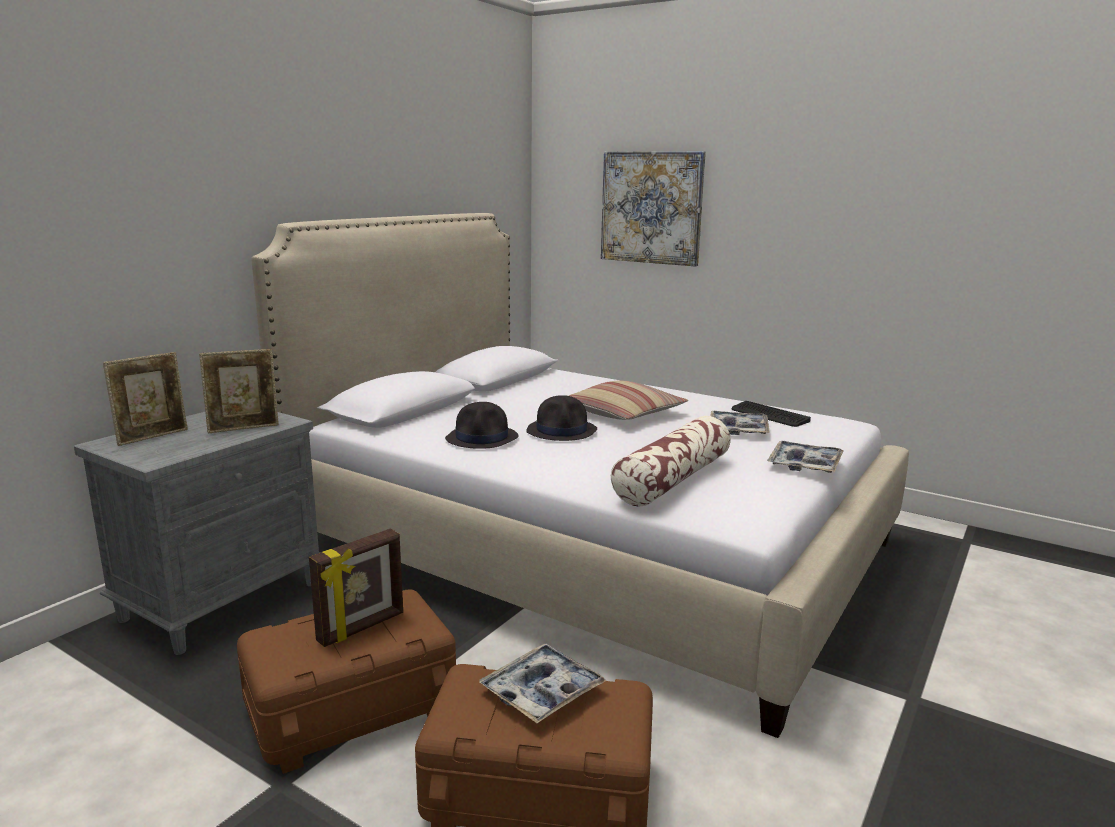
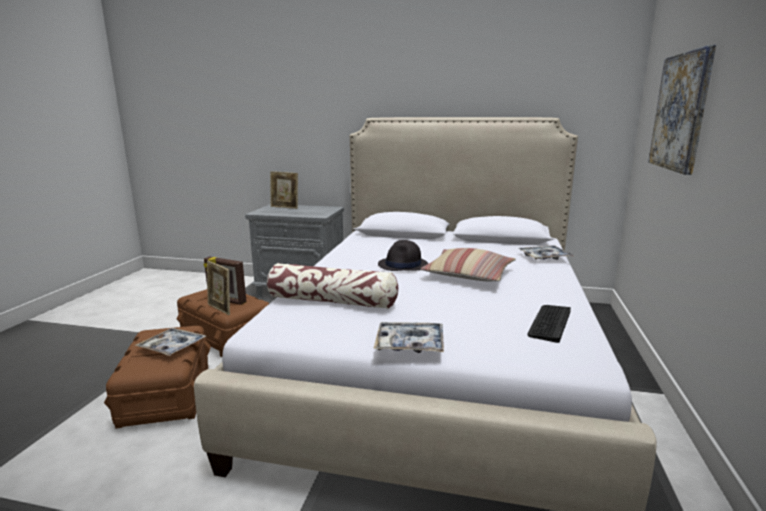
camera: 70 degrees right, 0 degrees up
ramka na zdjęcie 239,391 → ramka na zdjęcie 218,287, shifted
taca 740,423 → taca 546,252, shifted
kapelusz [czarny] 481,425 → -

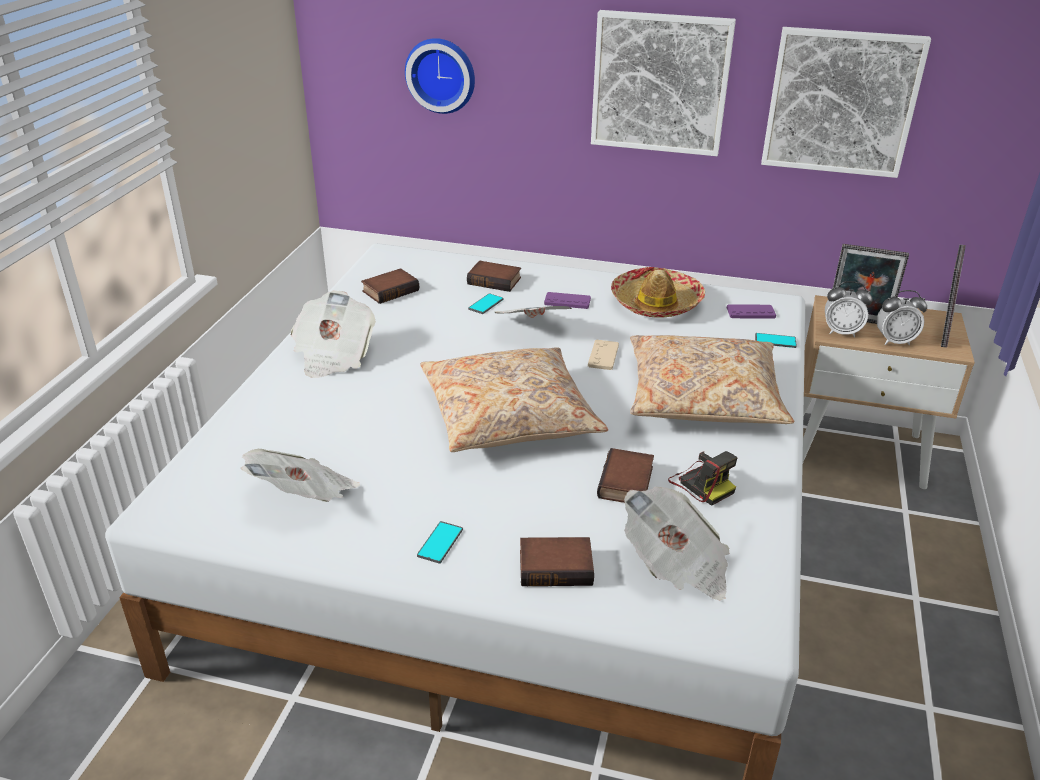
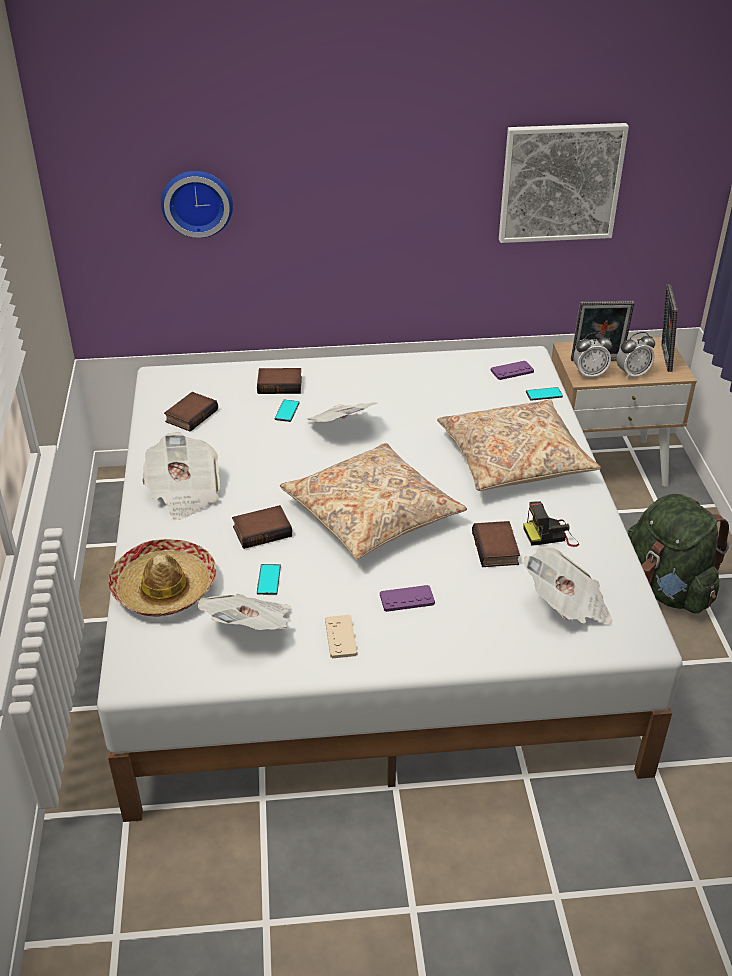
camera: 20 degrees left, 5 degrees up
kapelusz 658,292 → kapelusz 162,578, shifted
książka 557,562 → książka 262,527, shifted
telefon 440,542 → telefon 269,579, shifted
pad do gier [beżowy] 603,355 → pad do gier [beżowy] 341,636, shifted
pad do gier [fioletowy] 567,300 → pad do gier [fioletowy] 407,598, shifted
aparat fotograficzny 703,478 → aparat fotograficzny 551,524, 135 degrees clockwise
- → plecak [zielony] 678,554
obraz 663,83 → -

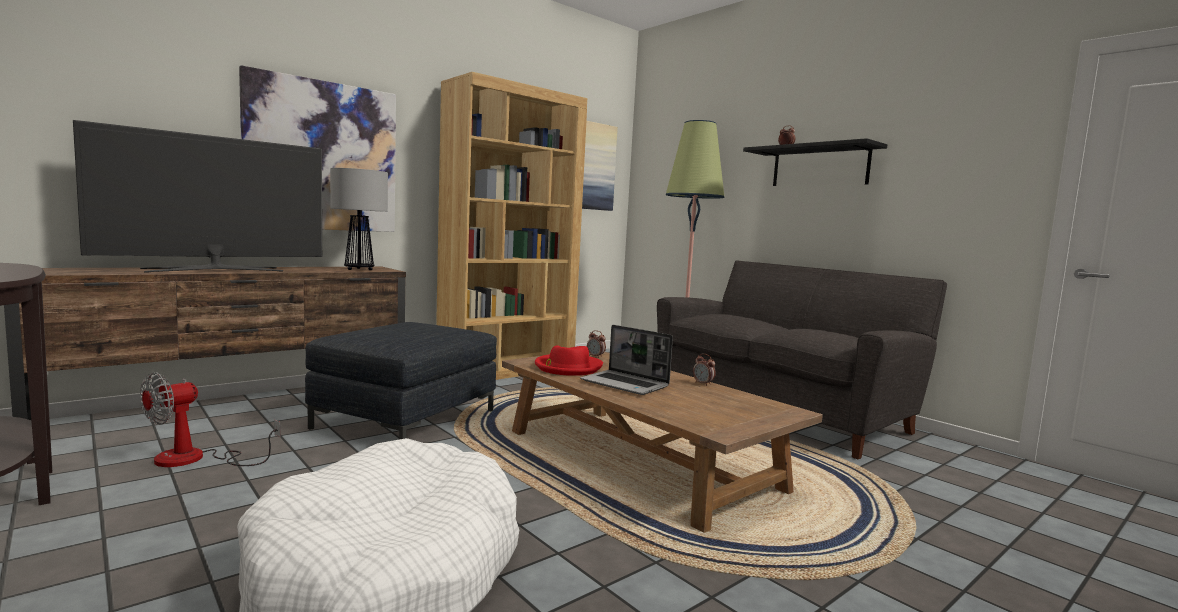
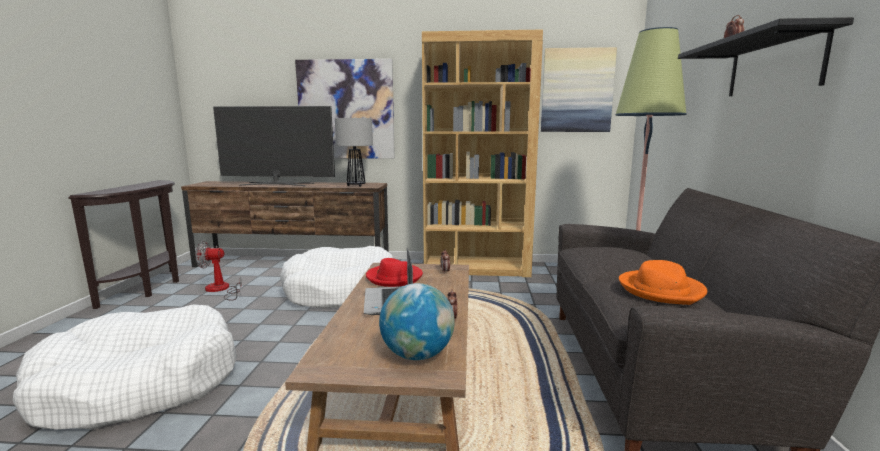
camera: 45 degrees right, 5 degrees up
pufa [szary] 401,380 → legowisko [biały] 336,277
- → globus 417,321
- → kapelusz [pomarańczowy] 663,282

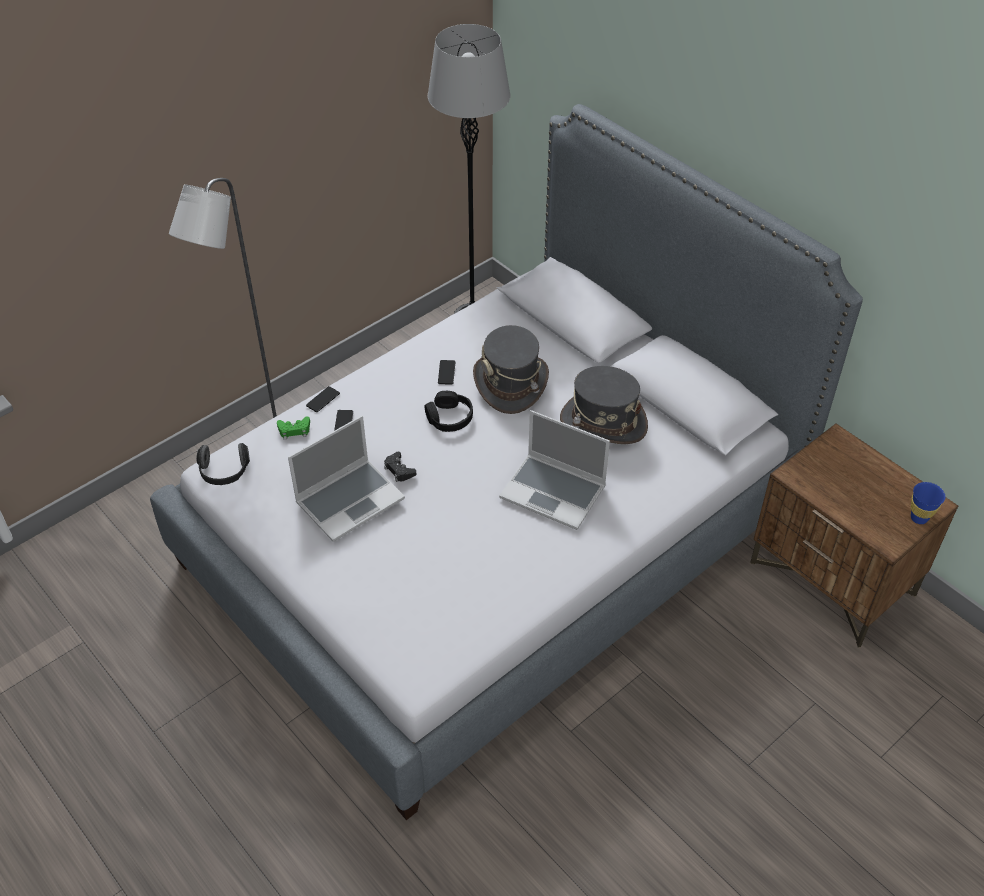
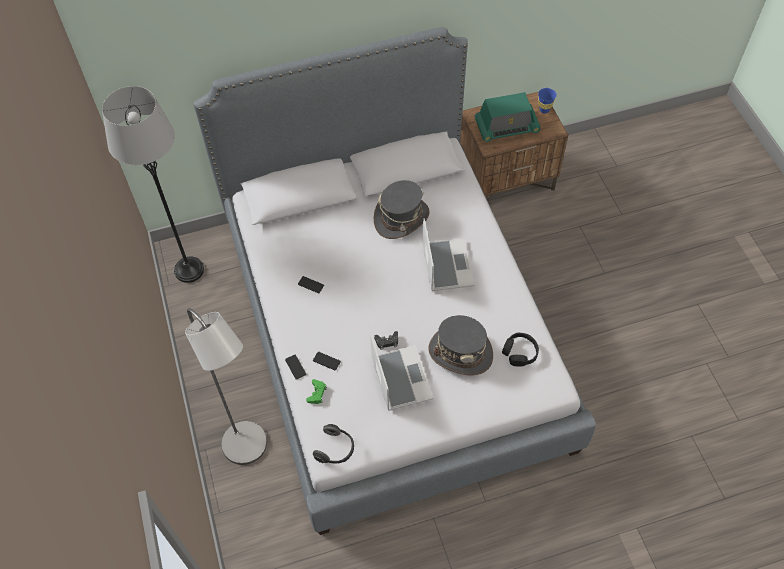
camera: 65 degrees left, 10 degrees up
laptop 554,470 → laptop 448,254, 60 degrees counterclockwise
kapelusz [szary] 511,369 → kapelusz [szary] 460,345, shifted
- → radio 507,117
słuchawki [czarny] 449,411 → słuchawki [czarny] 520,350, shifted

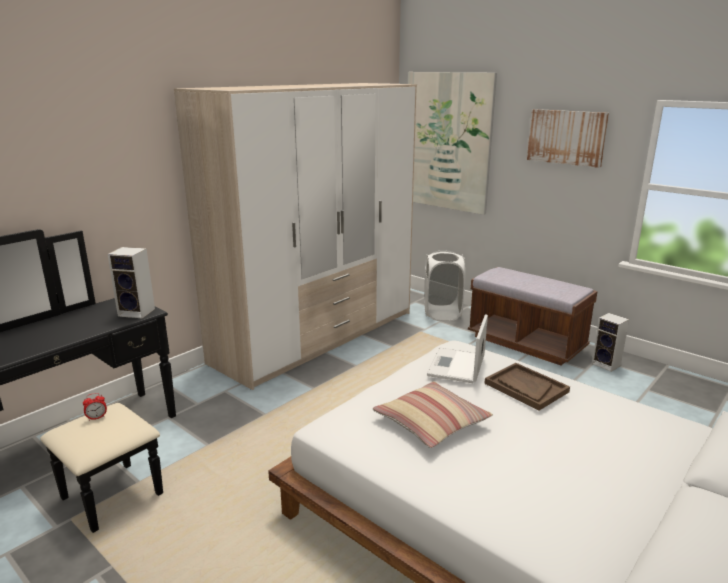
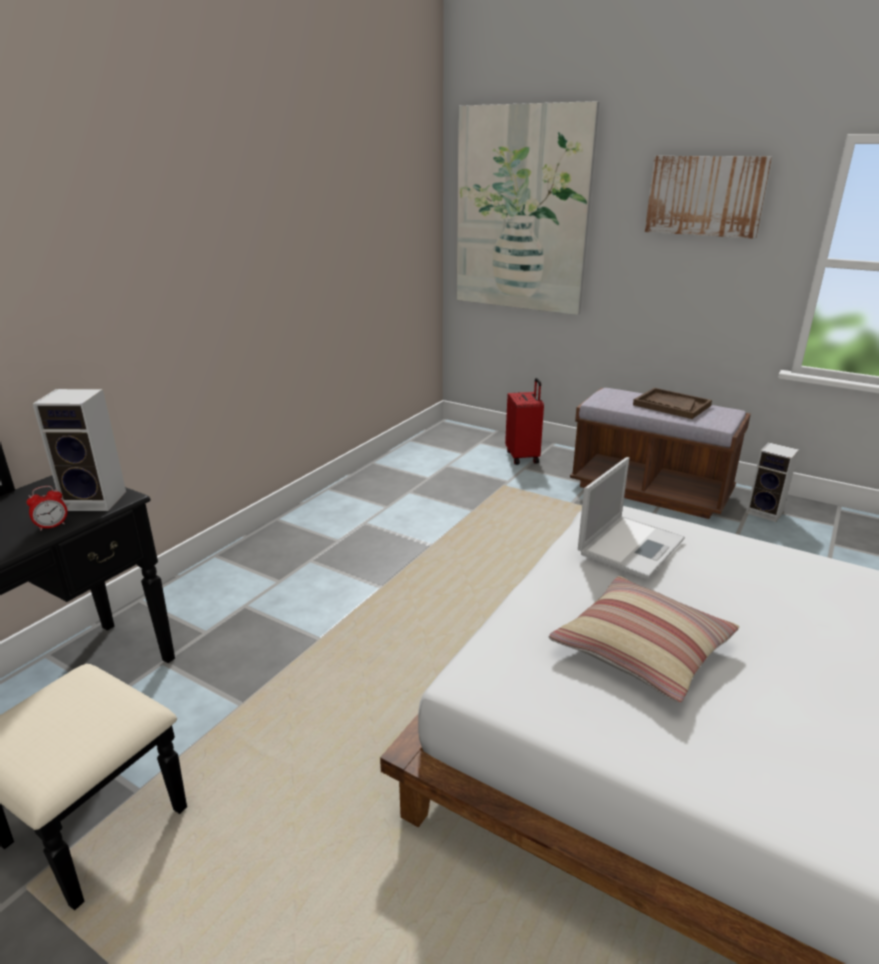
camera: 10 degrees left, 5 degrees up
budzik 95,407 → budzik 46,508, shifted
kosz na pranie [biały] 444,285 → walizka [czerwony] 524,421
laptop 457,348 → laptop 631,518, 150 degrees counterclockwise
taca [brązowy] 527,387 → taca [brązowy] 672,403, shifted
szafa 295,236 → -

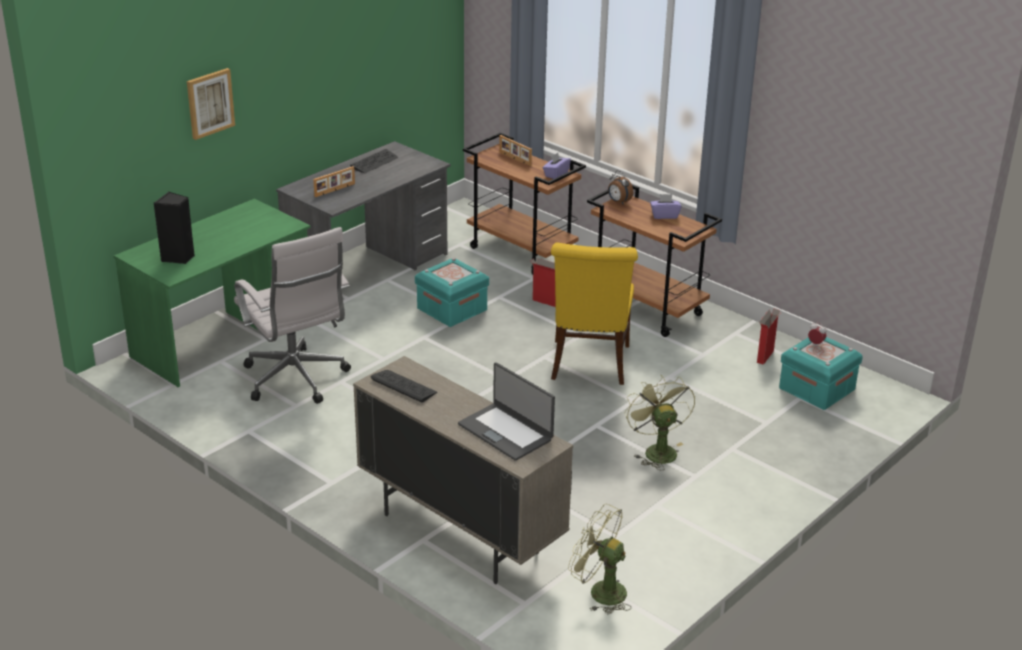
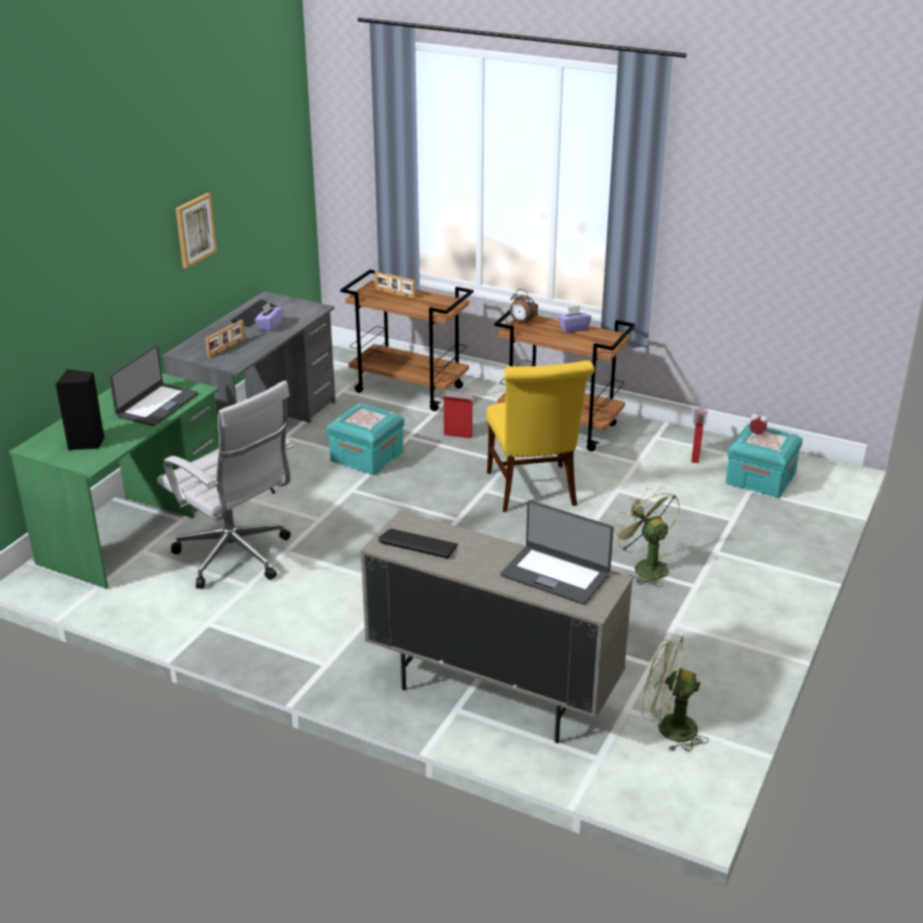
camera: 15 degrees left, 0 degrees up
- → laptop 153,385
obraz 211,104 → obraz 196,231, shifted
pudełko chusteczek [fioletowy] 557,166 → pudełko chusteczek [fioletowy] 269,317, shifted

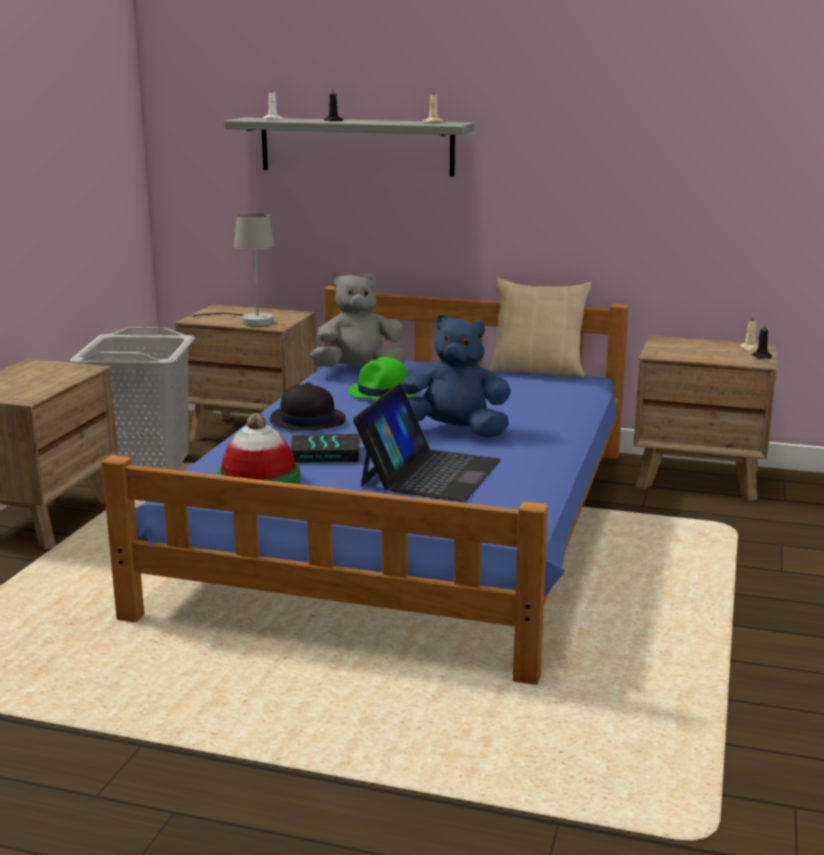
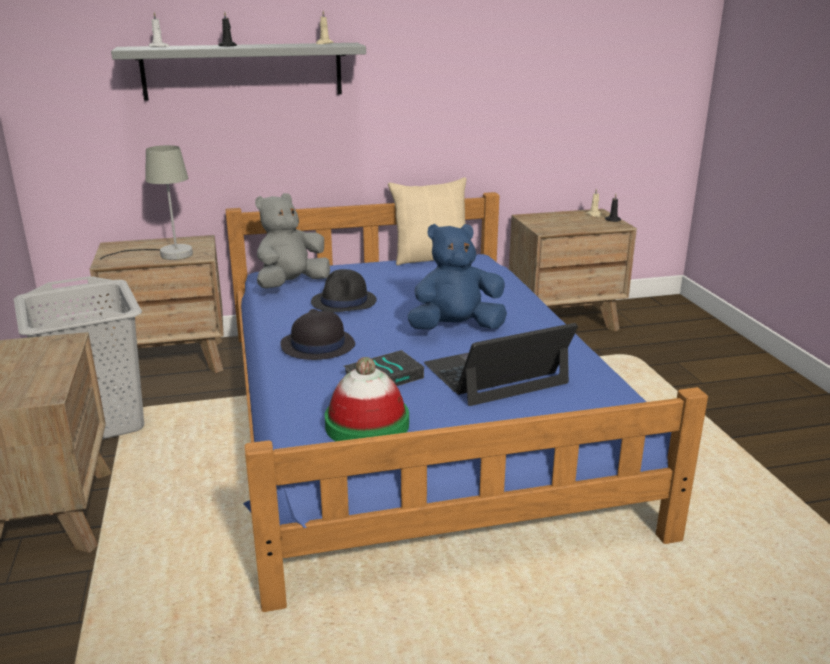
camera: 30 degrees left, 5 degrees up
kapelusz [zielony] 383,378 → kapelusz [czarny] 344,290
laptop 427,443 → laptop 501,364, 105 degrees counterclockwise

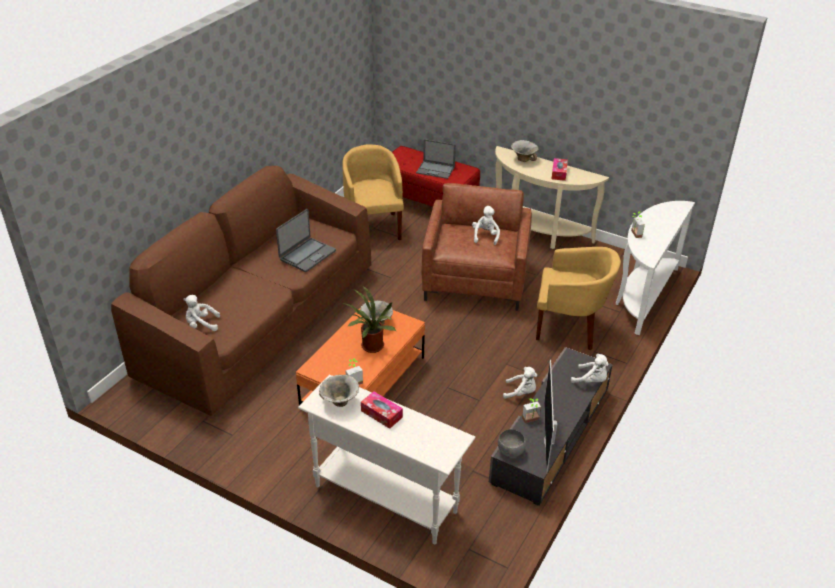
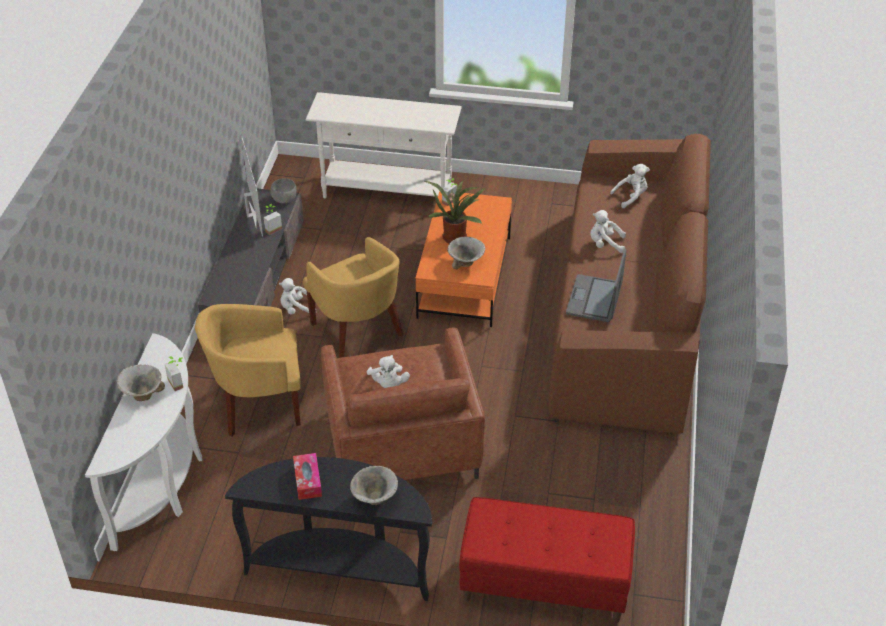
camera: 160 degrees right, 5 degrees up
miska 339,391 → miska 141,383, shifted
stolik konsolowy [beżowy] 552,197 → stolik konsolowy [czarny] 328,529
fotel [żółty] 373,192 → fotel [żółty] 353,297, shifted
pluszak [biały] 590,368 → pluszak [biały] 608,231, shifted
pudełko chusteczek 382,410 → -
laptop 436,159 → -

